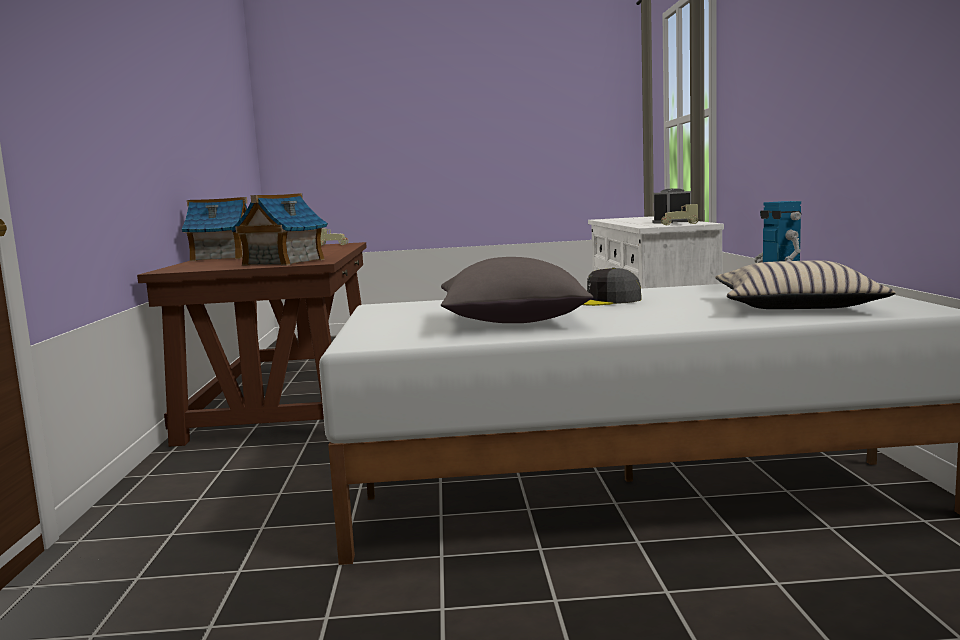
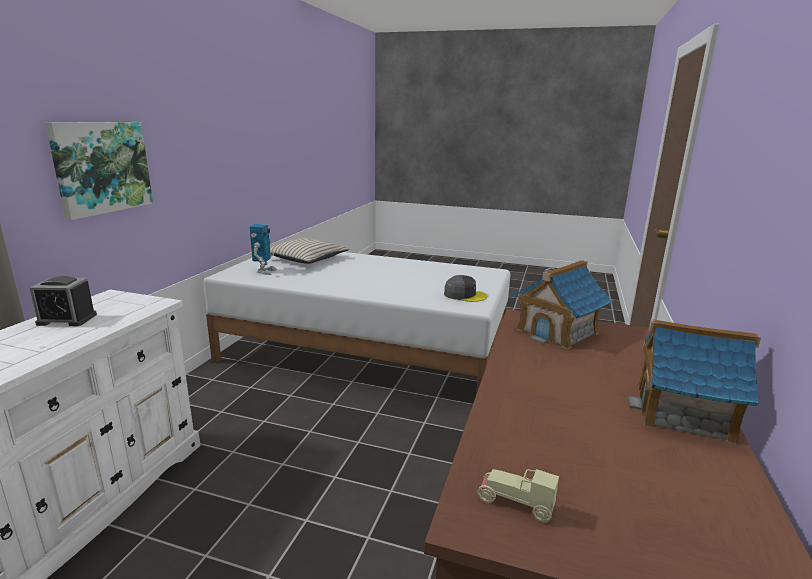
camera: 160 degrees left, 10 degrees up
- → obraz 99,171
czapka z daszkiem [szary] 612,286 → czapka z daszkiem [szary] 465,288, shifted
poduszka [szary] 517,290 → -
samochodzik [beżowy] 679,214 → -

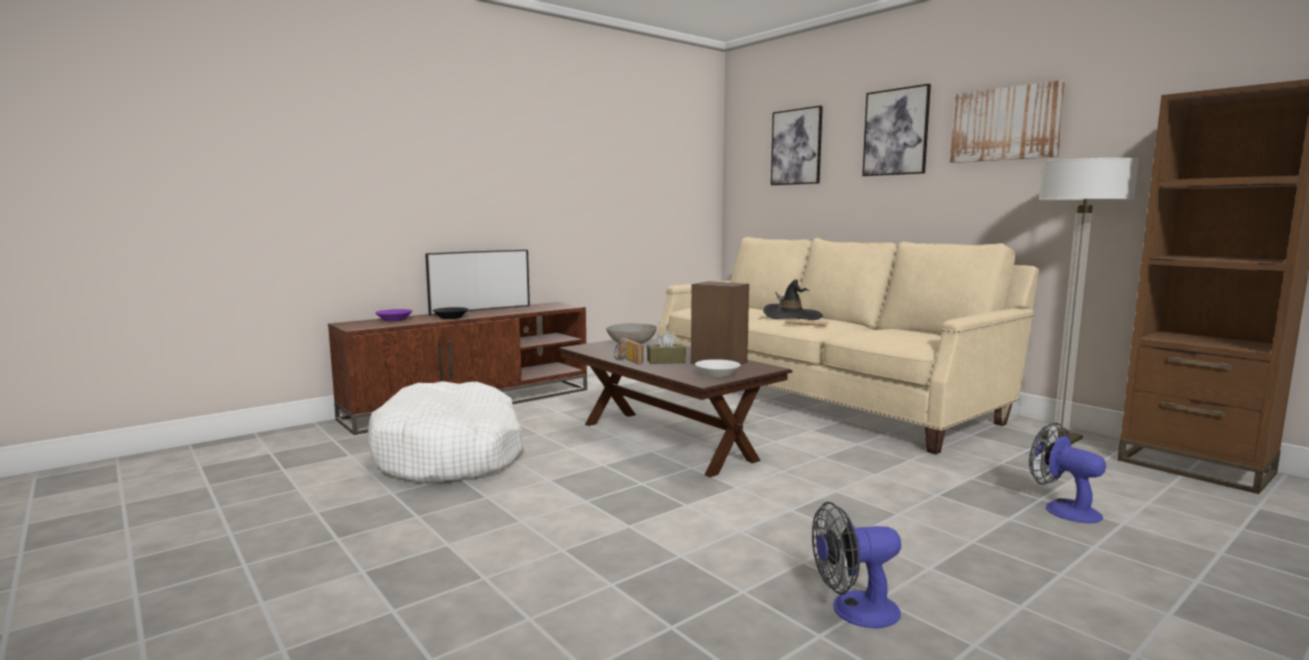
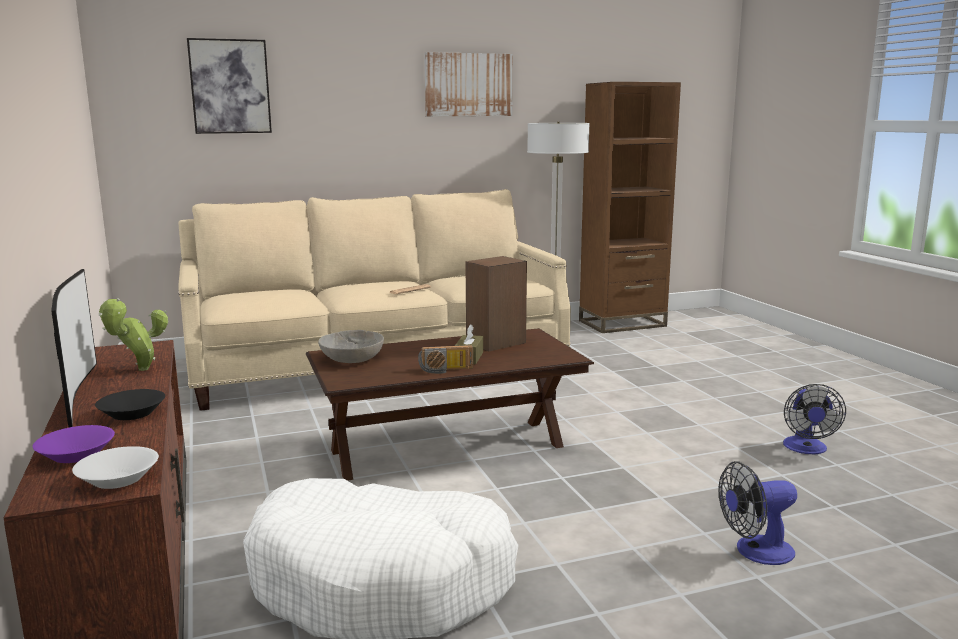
camera: 70 degrees left, 5 degrees up
miska [biały] 718,368 → miska [biały] 115,467, shifted
- → roślina doniczkowa 133,334
wentylator 1067,473 → wentylator 757,513, shifted
kapelusz [czarny] 793,299 → -
obraz 896,130 → -

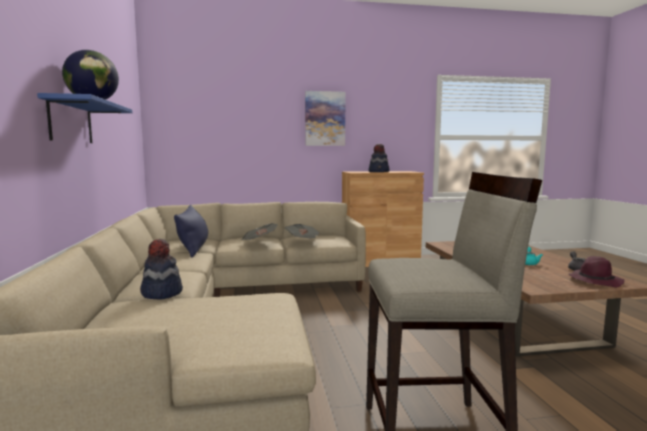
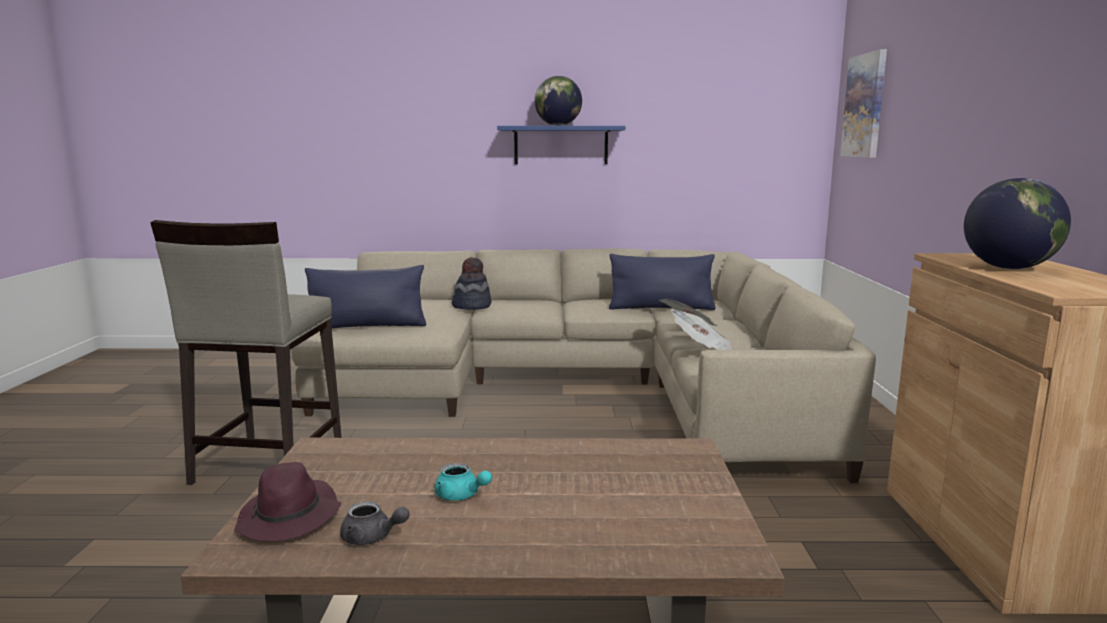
camera: 100 degrees right, 5 degrees up
- → poduszka [niebieski] 365,296
obraz 325,118 → obraz 863,103, shifted
kapelusz 379,158 → globus 1017,223

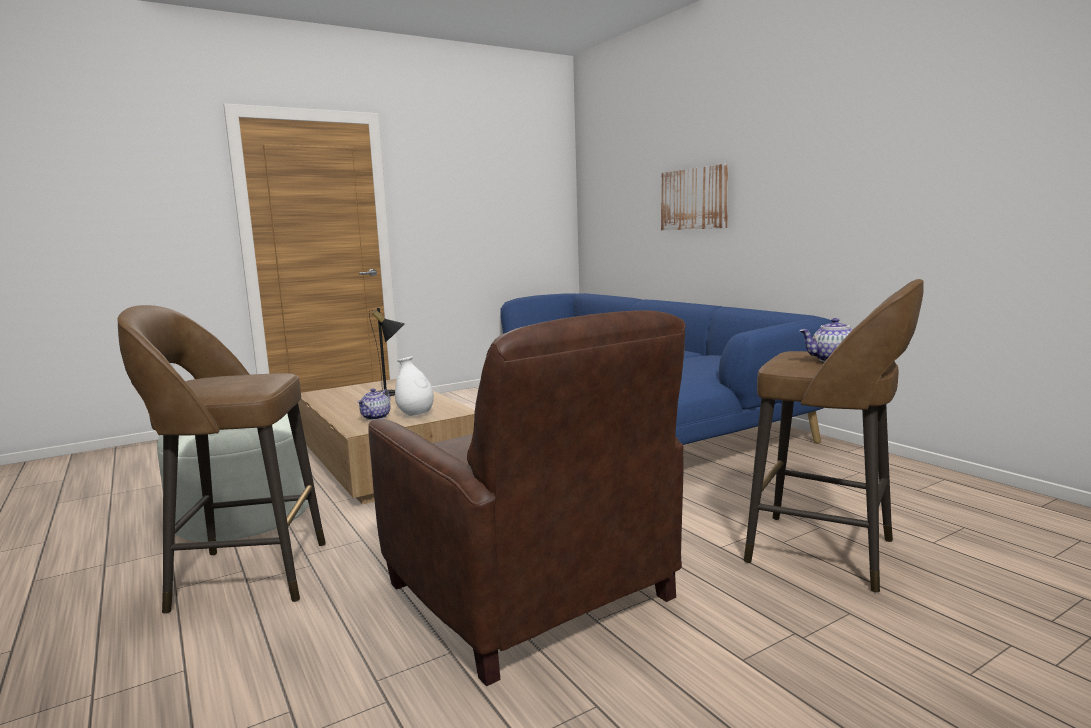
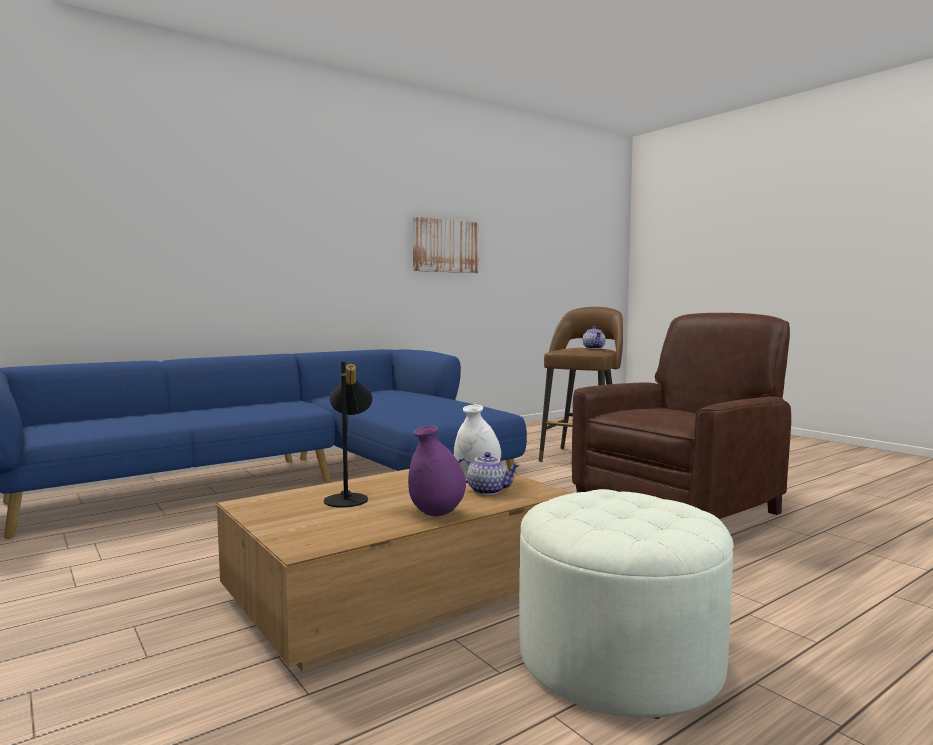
camera: 95 degrees left, 5 degrees down
- → wazon [fioletowy] 437,471
obraz 694,197 → obraz 446,245, shifted
stołek [brązowy] 221,459 → -

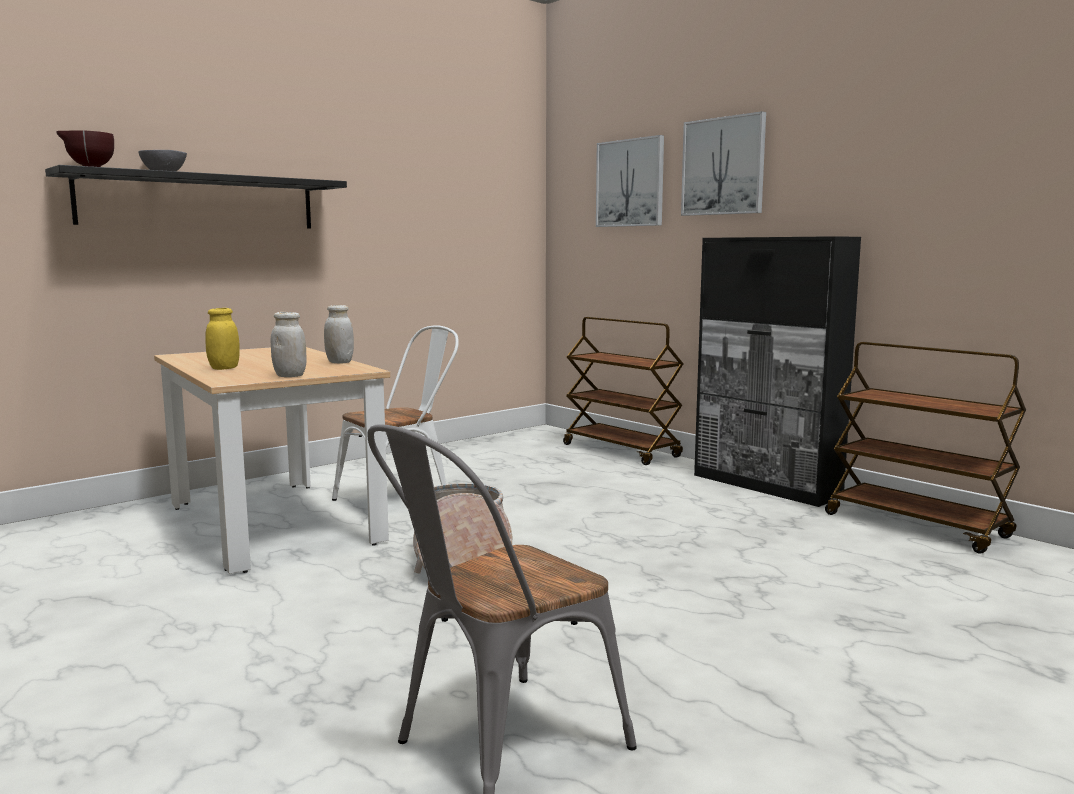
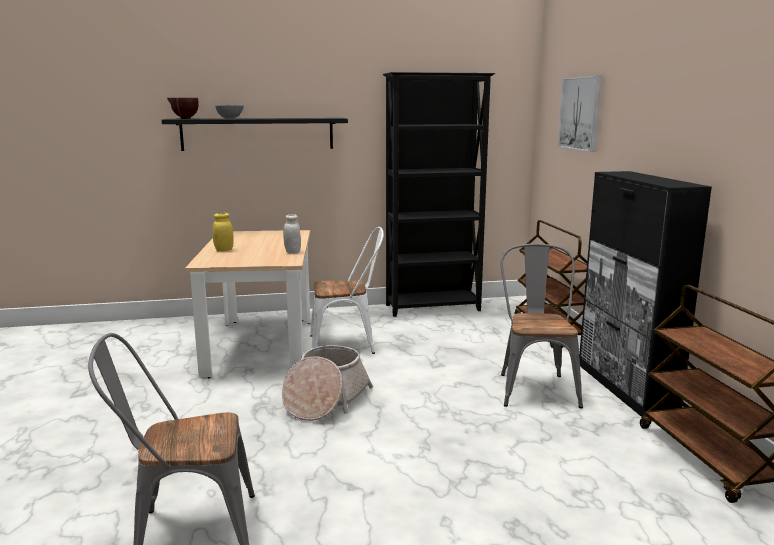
camera: 30 degrees right, 5 degrees up
- → regał [czarny] 438,194
- → krzesło [szary] 541,326
słoik [biały] 289,344 → -
obraz 723,163 → -

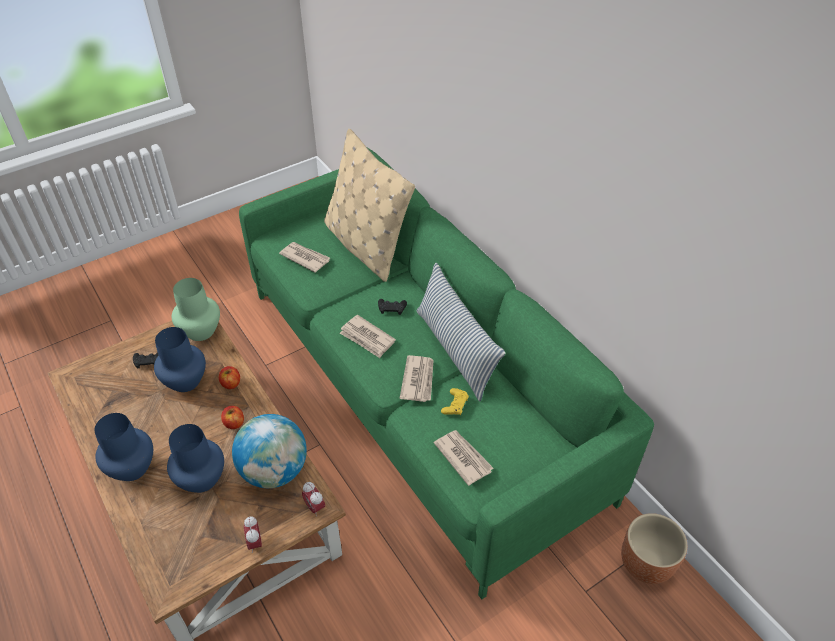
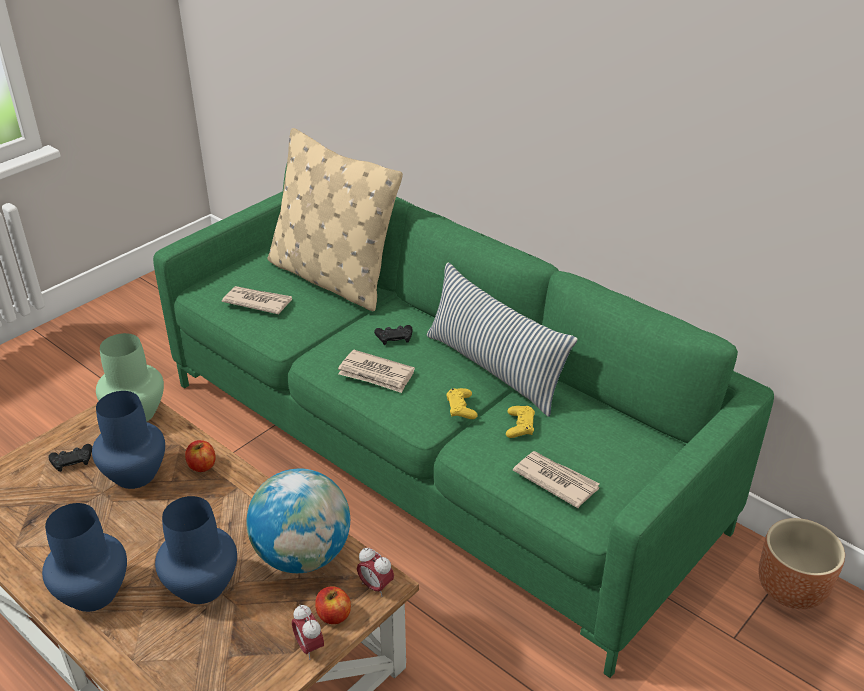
camera: 15 degrees left, 10 degrees down
jabłko 232,417 → jabłko 333,605, shifted
gazeta 417,378 → pad do gier [żółty] 462,403

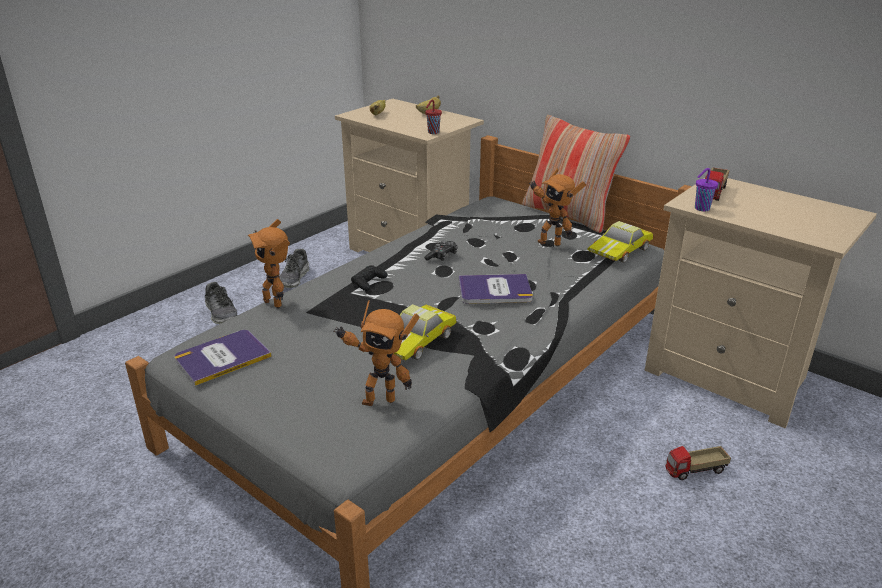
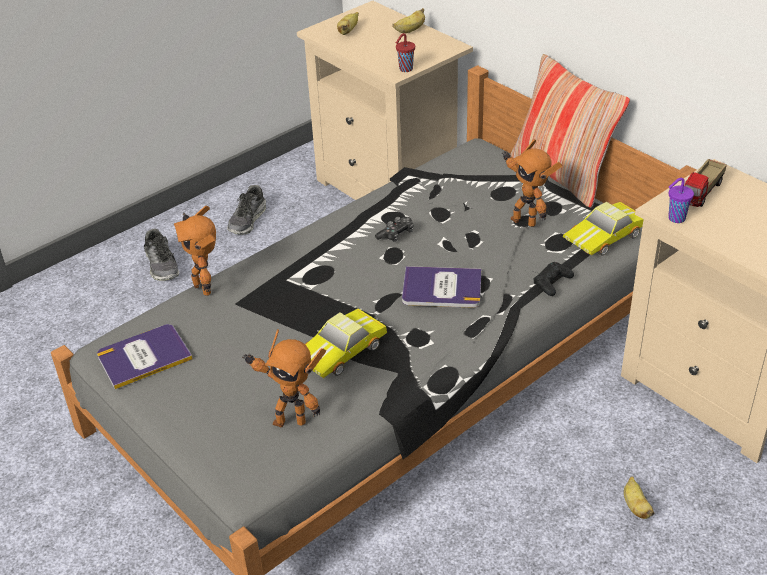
camera: 10 degrees right, 10 degrees up
pad do gier [czarny] 369,278 → pad do gier [czarny] 553,279, shifted
ciężarówka zabawkowa 698,463 → banan 639,497

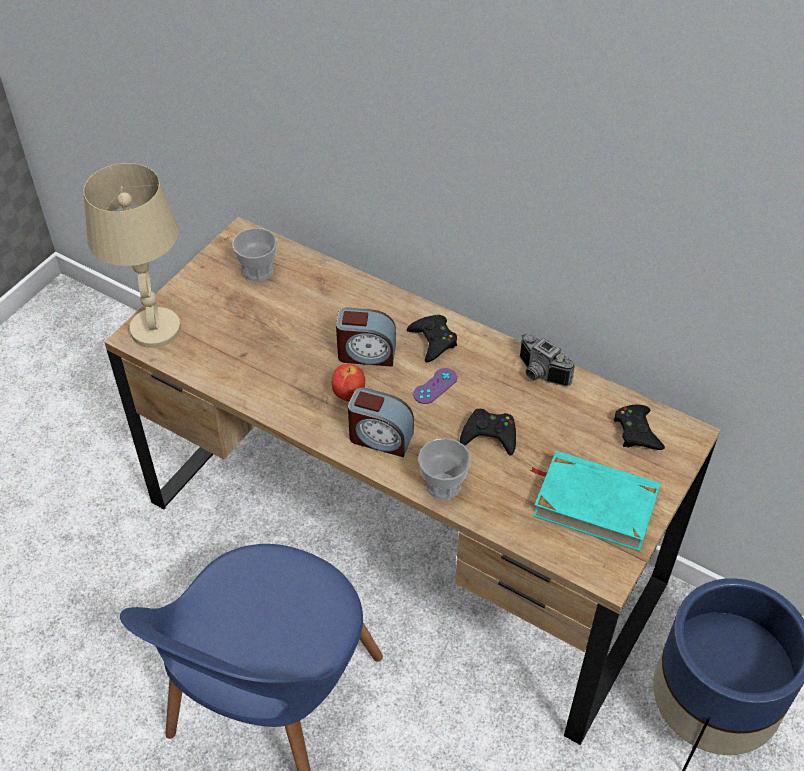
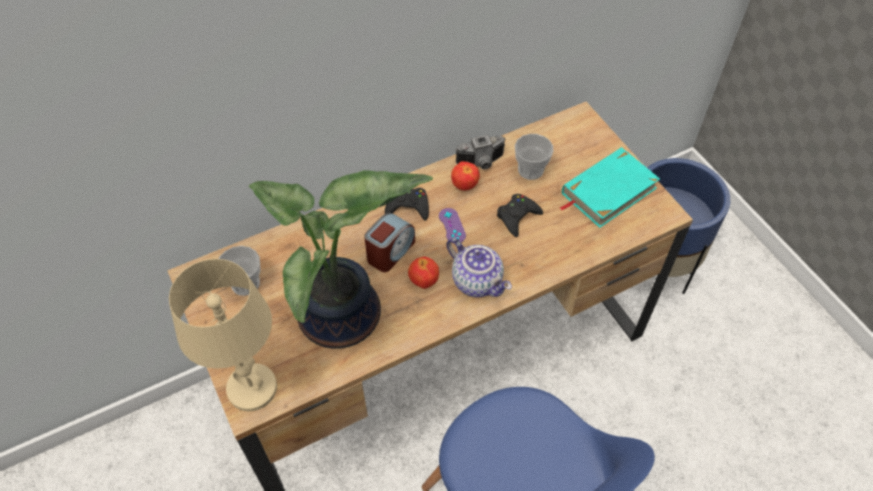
camera: 60 degrees left, 5 degrees up
- → roślina doniczkowa 341,259
budzik 381,422 → imbryk 479,267
- → jabłko 465,176
filiżanka 444,469 → filiżanka 534,157, shifted
pad do gier [czarny] 639,427 → -

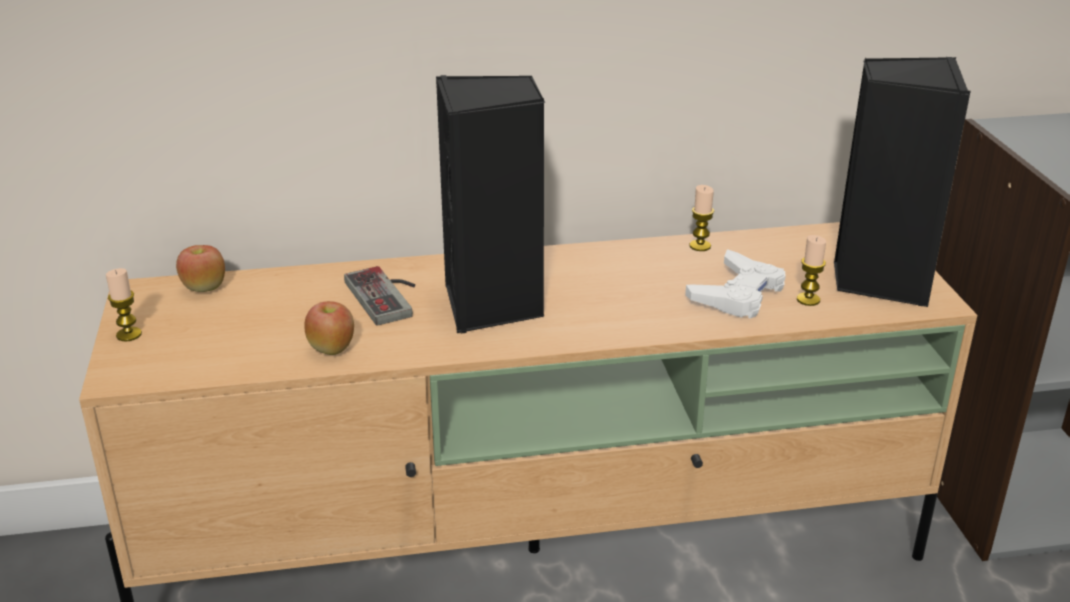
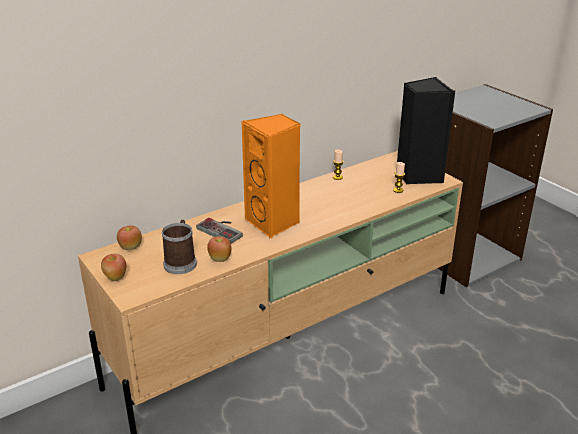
camera: 25 degrees left, 0 degrees up
świeca 124,305 → jabłko 114,267
- → kubek 179,247
głośnik [czarny] 490,204 → głośnik [pomarańczowy] 270,176
pad do gier [biały] 735,283 → -

